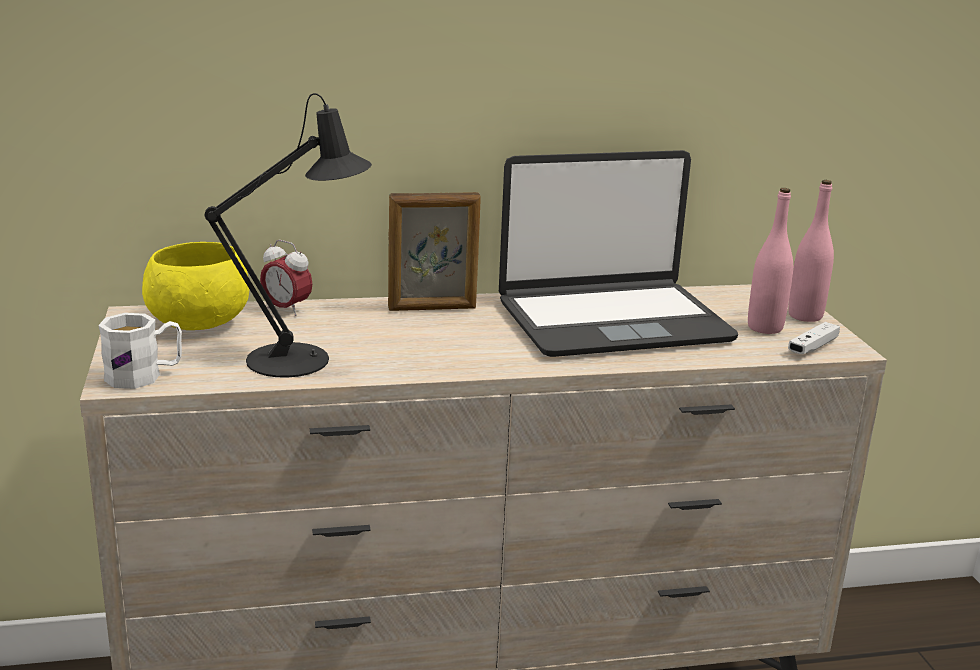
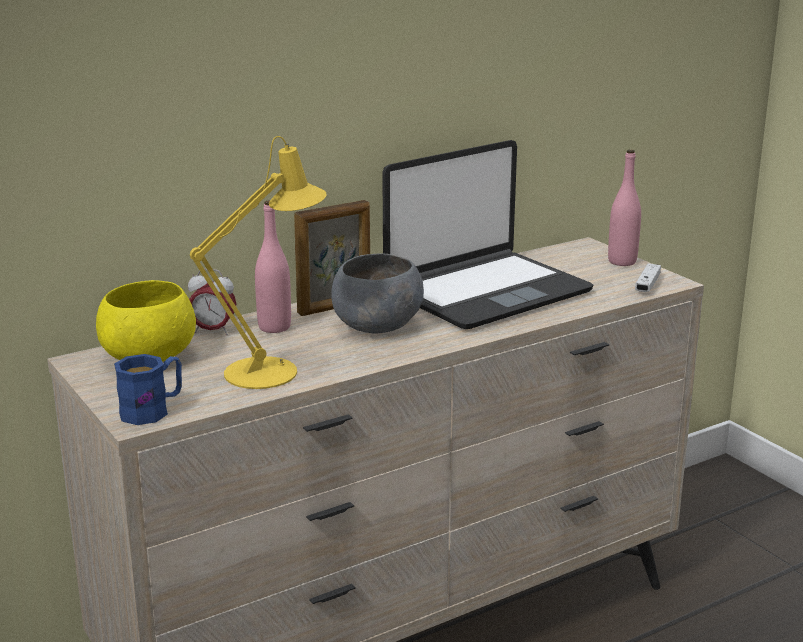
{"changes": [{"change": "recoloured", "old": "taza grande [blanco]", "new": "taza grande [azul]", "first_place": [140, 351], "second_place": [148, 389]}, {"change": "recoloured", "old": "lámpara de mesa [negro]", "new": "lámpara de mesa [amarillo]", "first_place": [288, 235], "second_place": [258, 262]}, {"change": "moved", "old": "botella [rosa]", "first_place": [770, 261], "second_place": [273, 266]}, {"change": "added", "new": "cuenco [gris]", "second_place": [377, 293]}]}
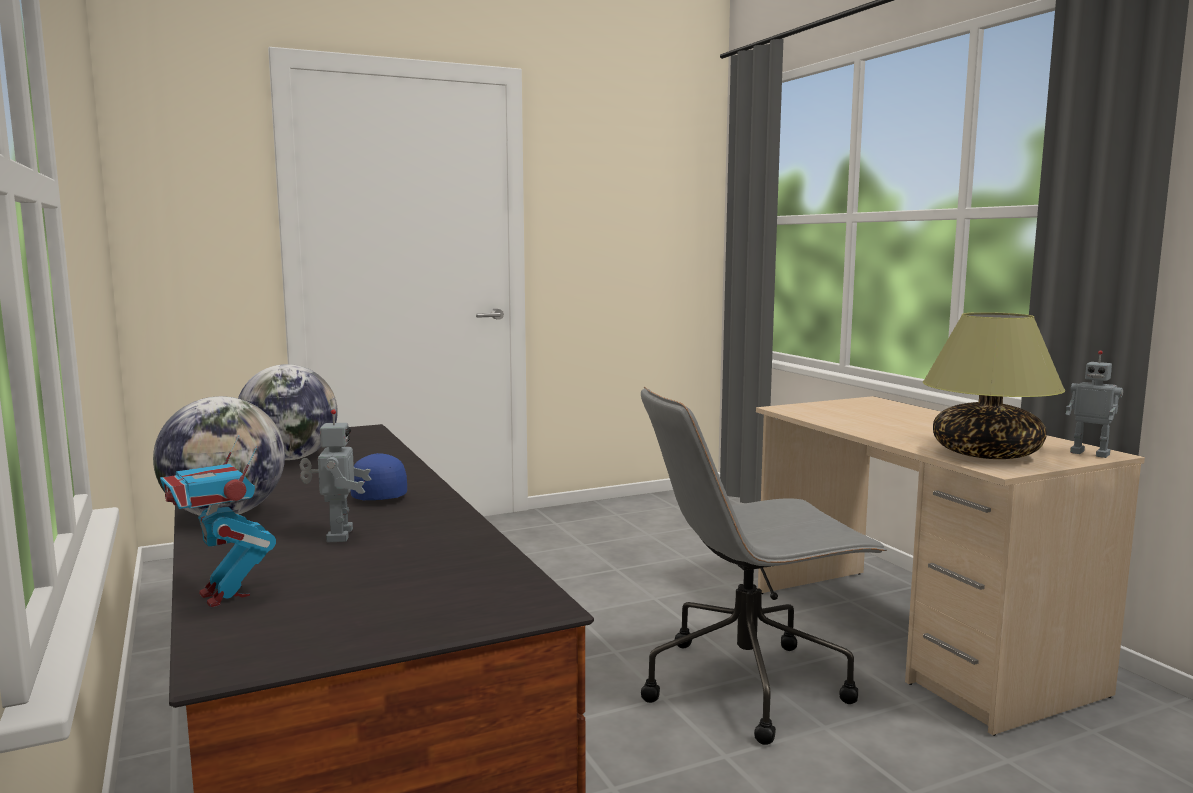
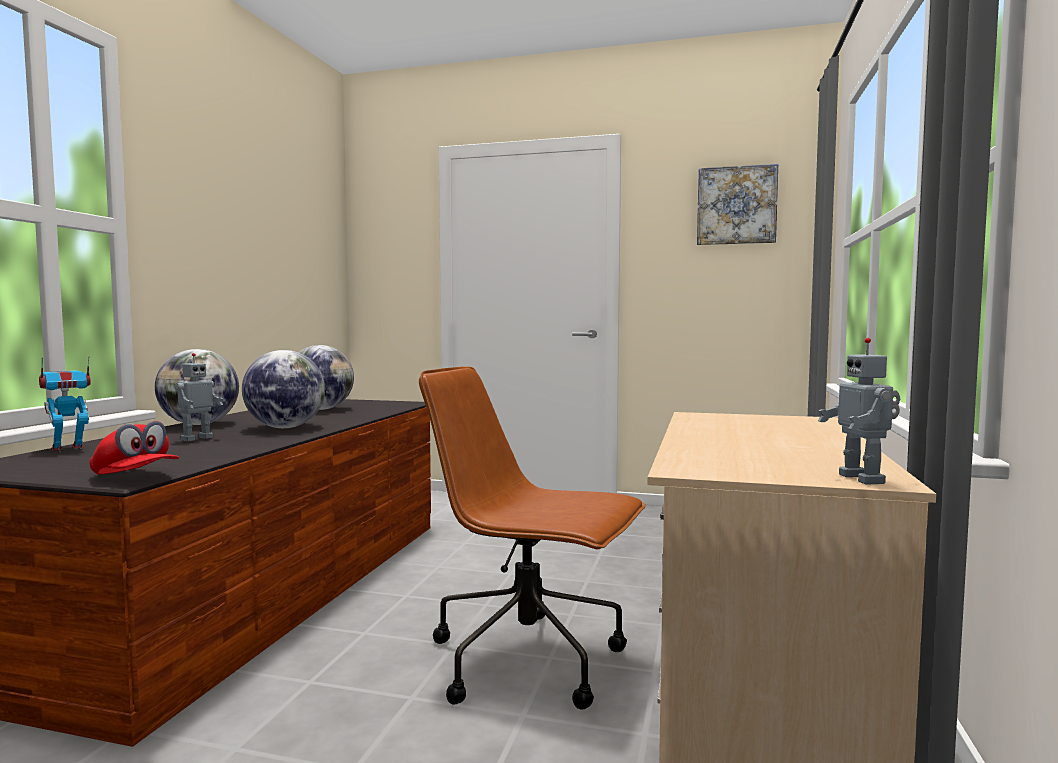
{"changes": [{"change": "turned", "old": "robot de juguete", "first_place": [218, 521], "second_place": [65, 404], "degrees": 45}, {"change": "added", "new": "gorra [rojo]", "second_place": [134, 447]}, {"change": "replaced", "old": "gorra [azul]", "new": "globo terráqueo", "first_place": [379, 476], "second_place": [283, 389]}, {"change": "recoloured", "old": "silla de oficina [gris]", "new": "silla de oficina [marrón]", "first_place": [764, 566], "second_place": [532, 537]}, {"change": "added", "new": "cuadro", "second_place": [737, 204]}, {"change": "removed", "old": "lámpara de mesa", "first_place": [994, 385]}]}
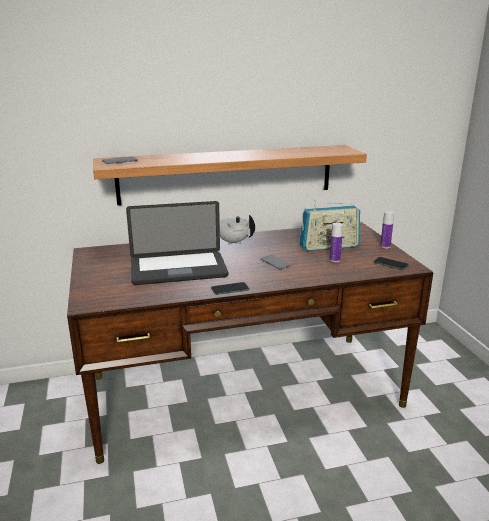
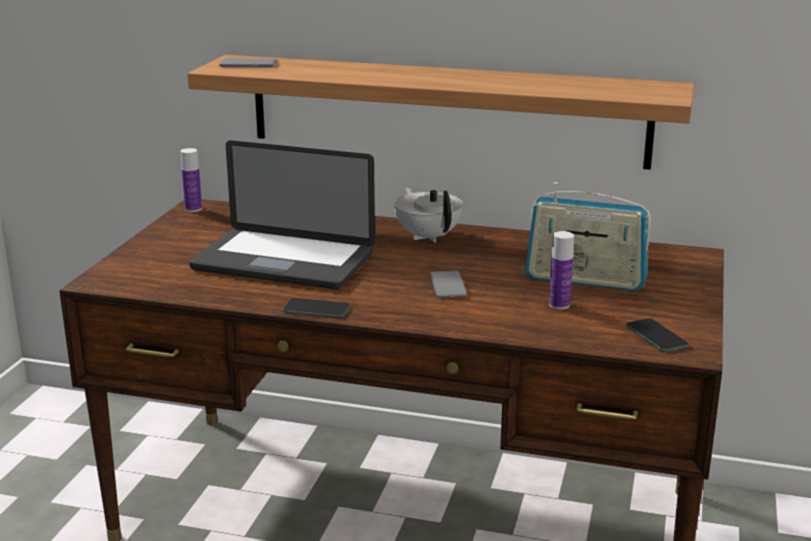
{"changes": [{"change": "moved", "old": "botella", "first_place": [387, 229], "second_place": [191, 180]}]}
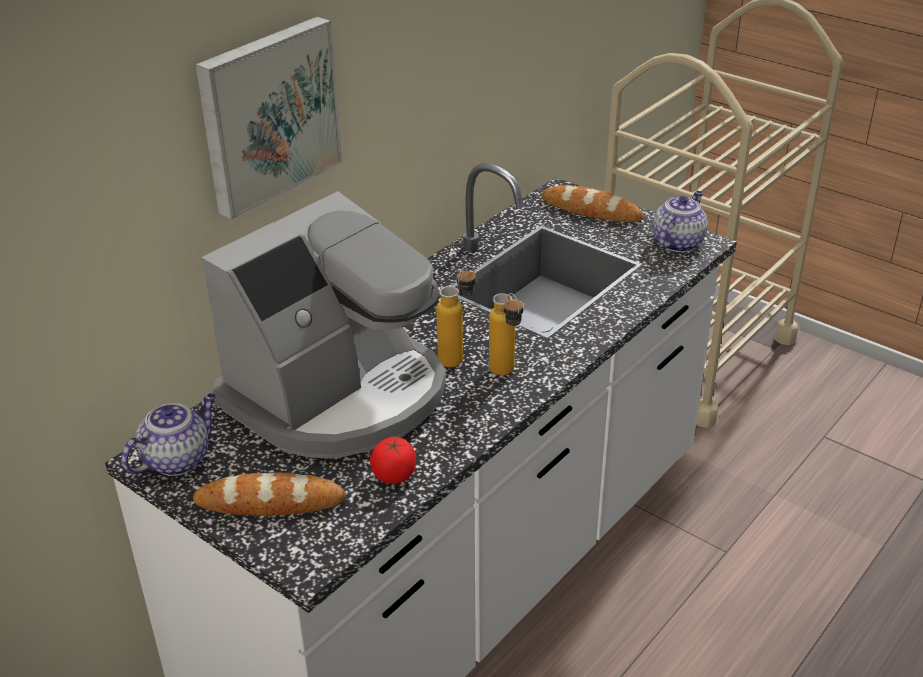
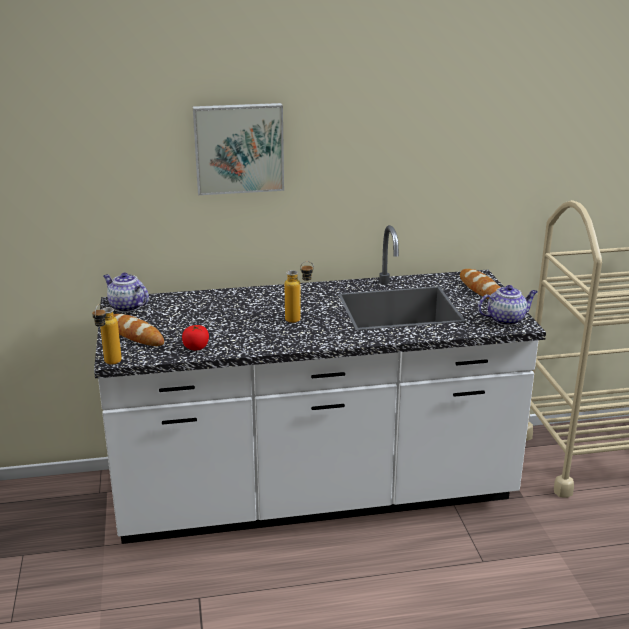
{"changes": [{"change": "moved", "old": "botella", "first_place": [506, 334], "second_place": [107, 334]}, {"change": "turned", "old": "tetera", "first_place": [169, 434], "second_place": [126, 292], "degrees": -135}, {"change": "removed", "old": "cafetera", "first_place": [323, 325]}]}
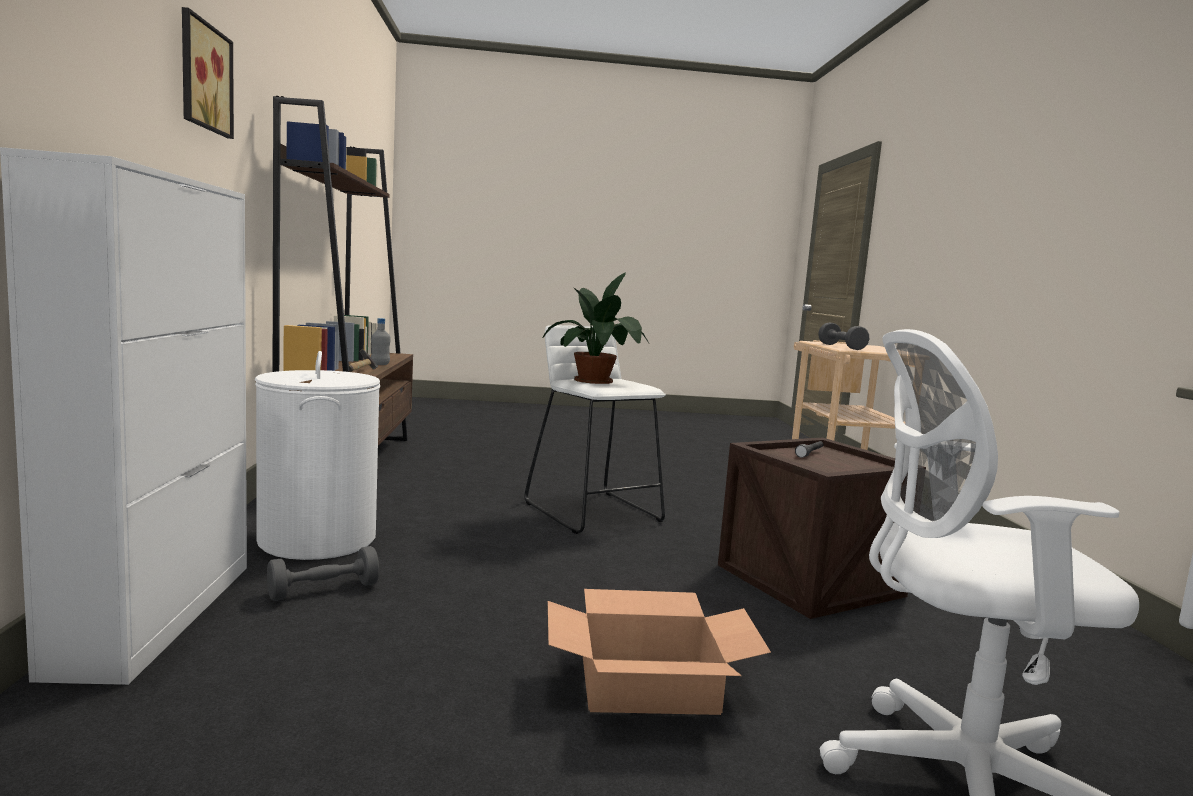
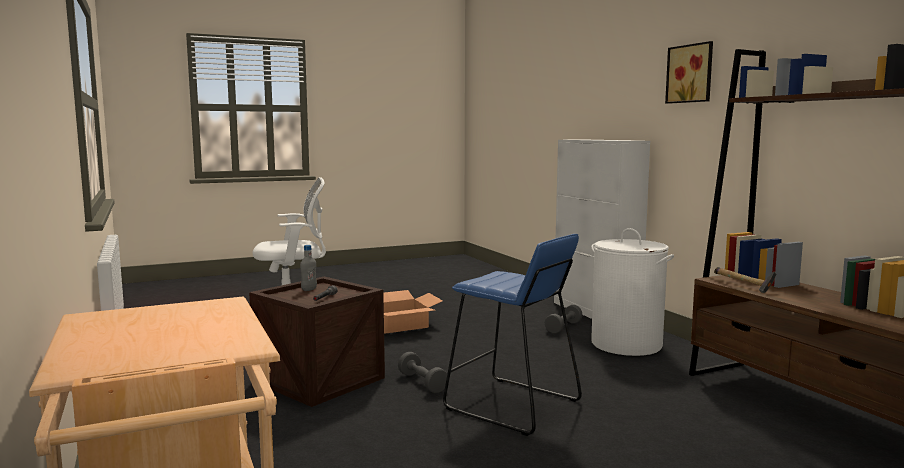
{"changes": [{"change": "moved", "old": "botella [gris]", "first_place": [380, 341], "second_place": [308, 268]}, {"change": "moved", "old": "mancuerna [gris]", "first_place": [843, 336], "second_place": [423, 372]}, {"change": "recoloured", "old": "taburete [blanco]", "new": "taburete [azul]", "first_place": [595, 429], "second_place": [512, 335]}, {"change": "removed", "old": "planta en maceta", "first_place": [595, 328]}]}
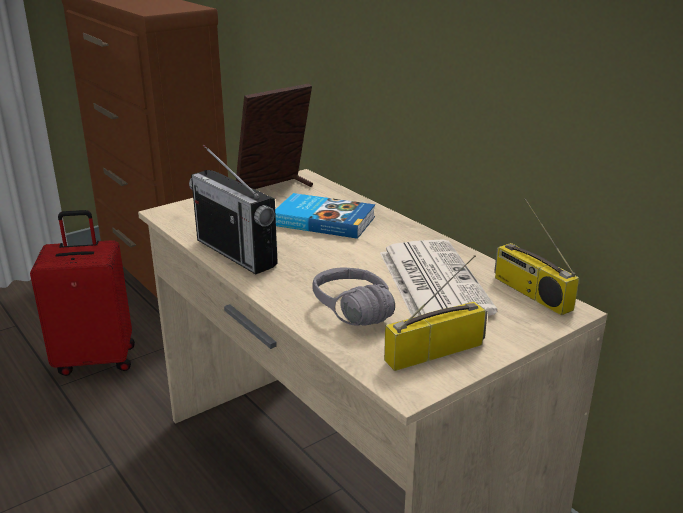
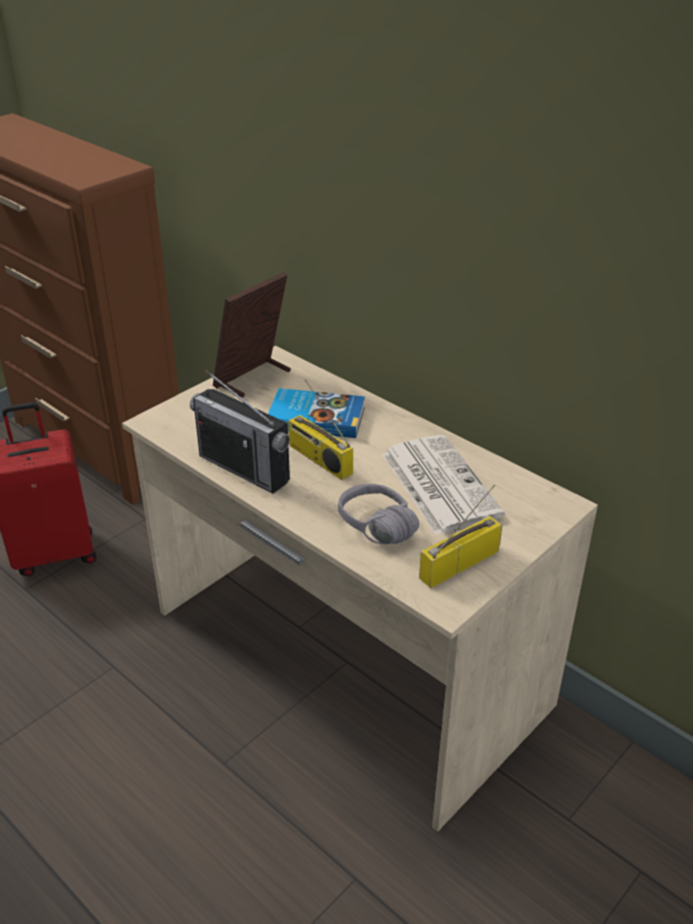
{"changes": [{"change": "moved", "old": "radio", "first_place": [536, 256], "second_place": [320, 429]}]}
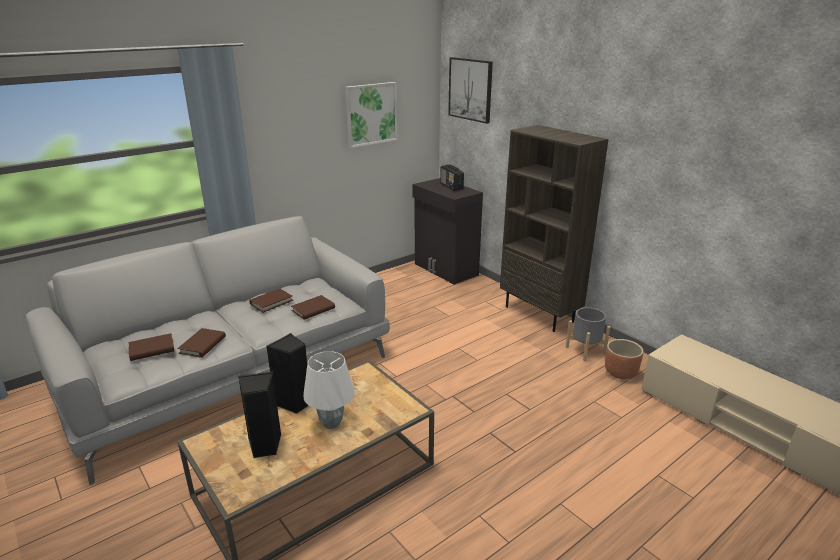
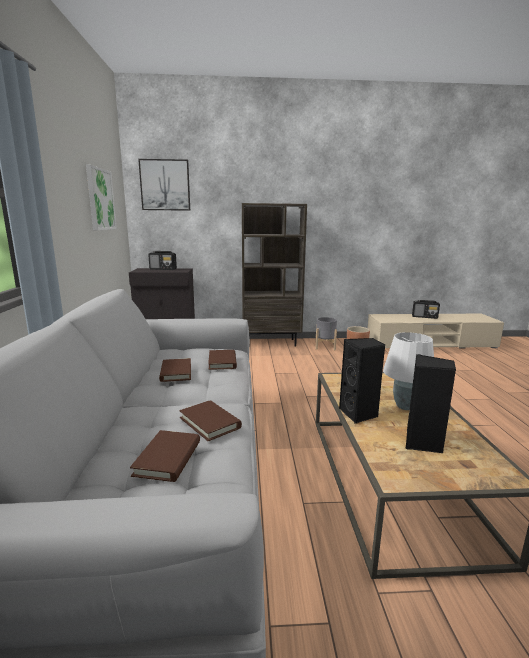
{"changes": [{"change": "added", "new": "radio", "second_place": [426, 309]}]}
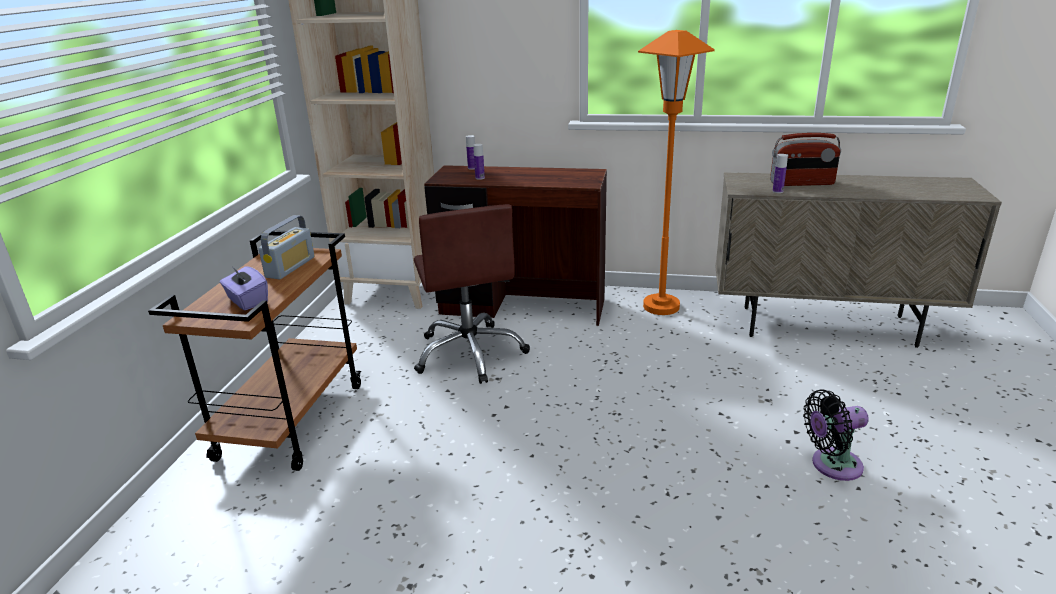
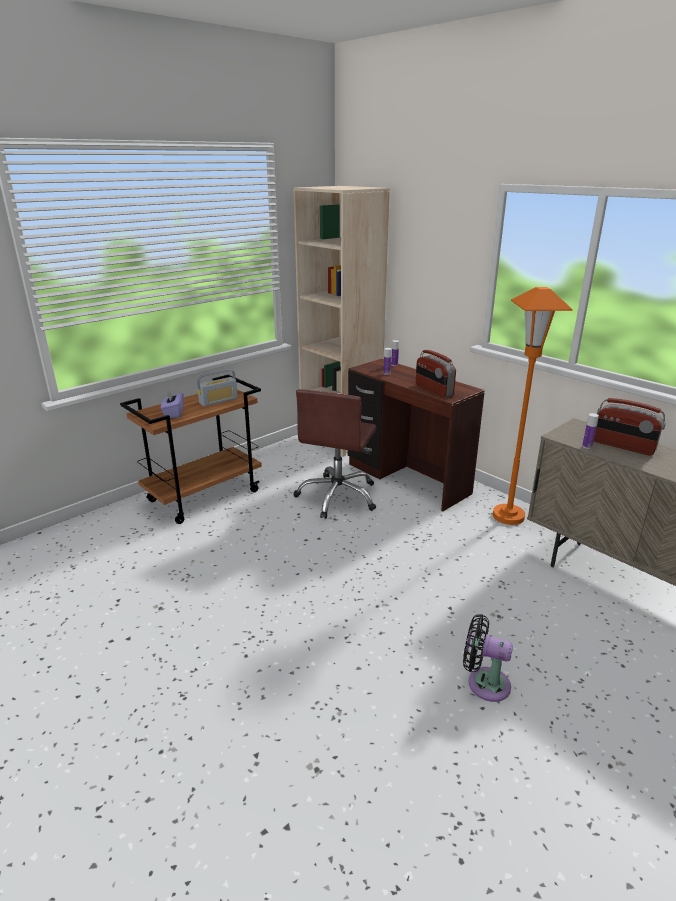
{"changes": [{"change": "added", "new": "radio", "second_place": [435, 374]}]}
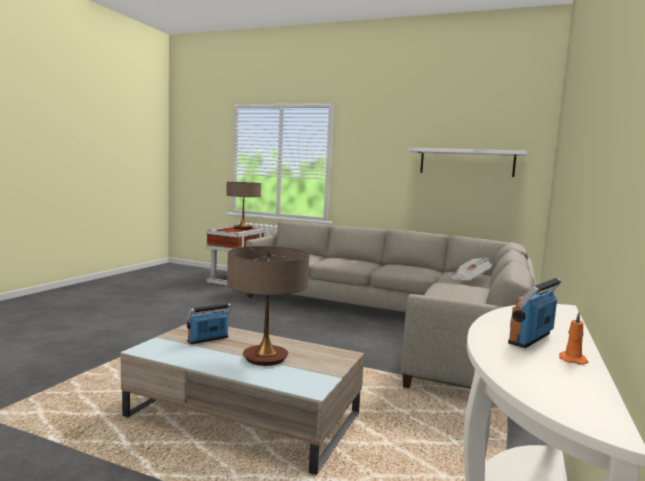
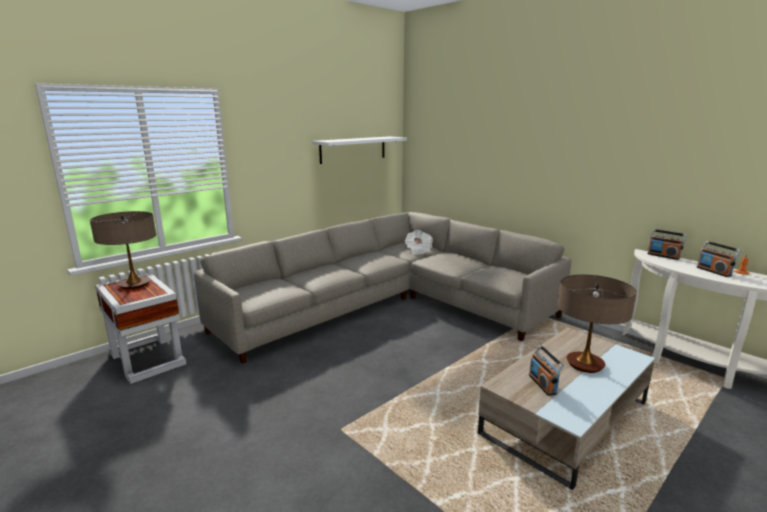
{"changes": [{"change": "added", "new": "radio", "second_place": [666, 244]}]}
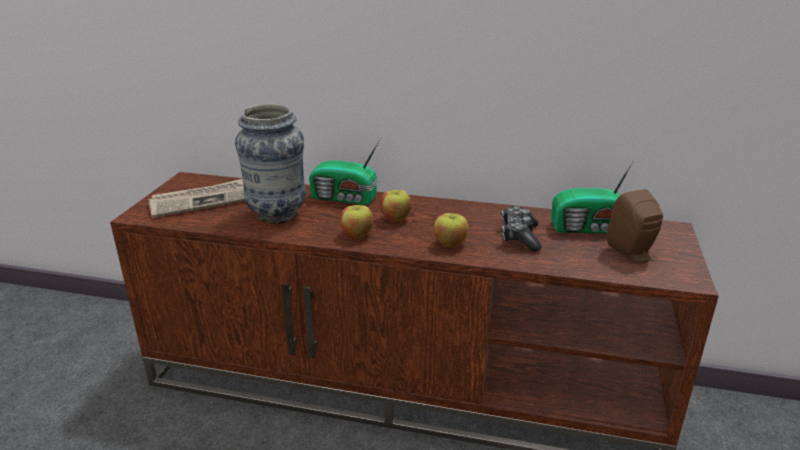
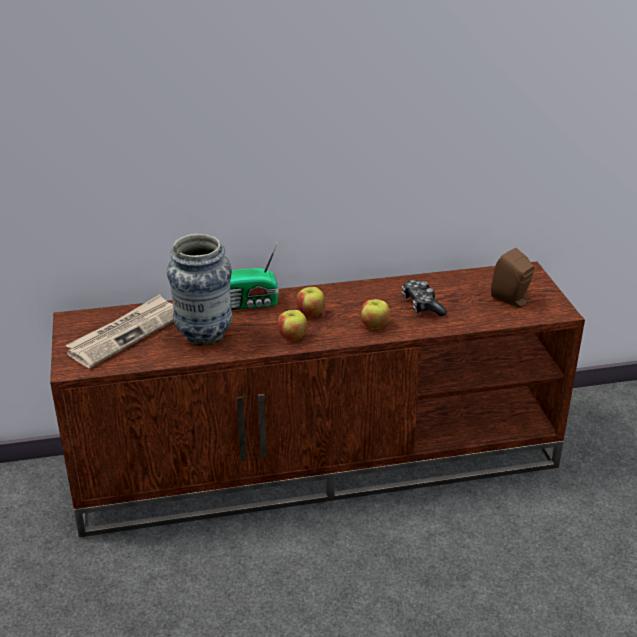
{"changes": [{"change": "removed", "old": "radio", "first_place": [593, 195]}]}
